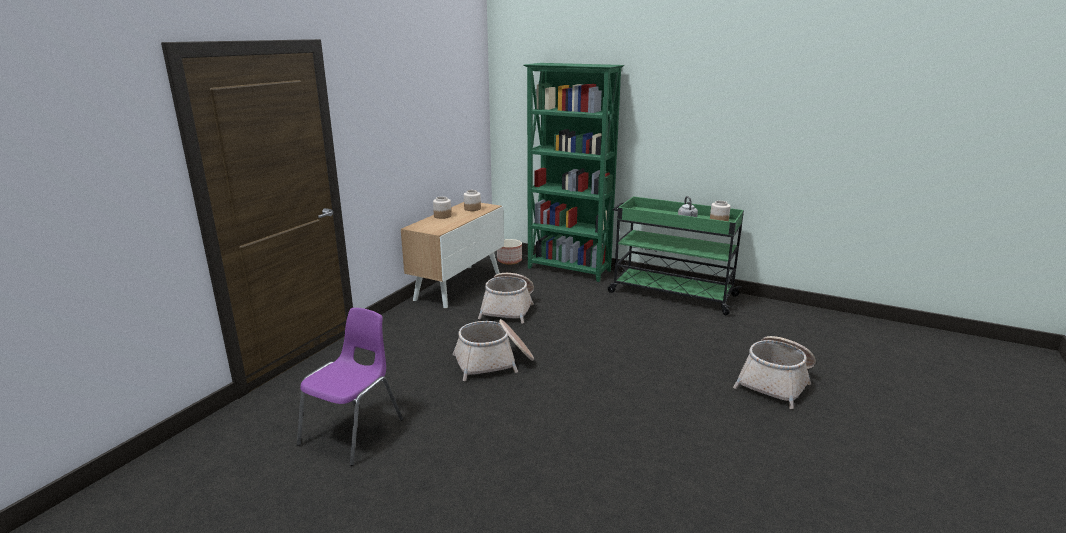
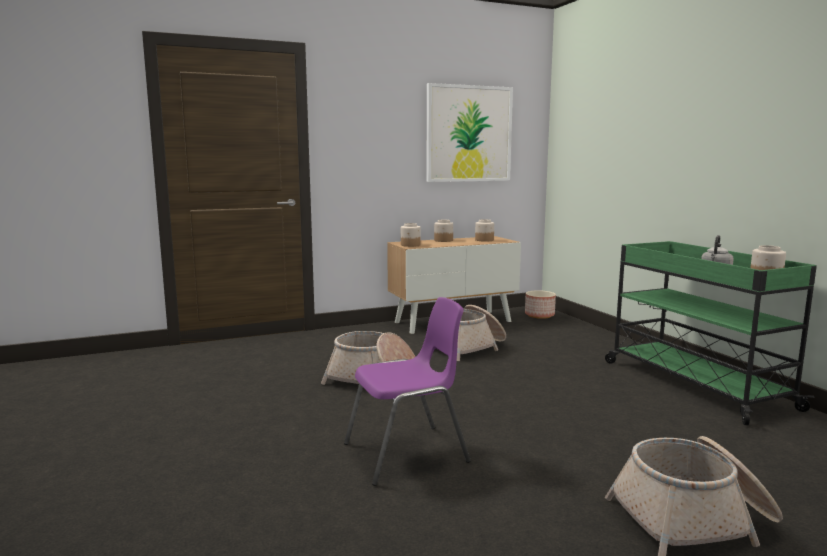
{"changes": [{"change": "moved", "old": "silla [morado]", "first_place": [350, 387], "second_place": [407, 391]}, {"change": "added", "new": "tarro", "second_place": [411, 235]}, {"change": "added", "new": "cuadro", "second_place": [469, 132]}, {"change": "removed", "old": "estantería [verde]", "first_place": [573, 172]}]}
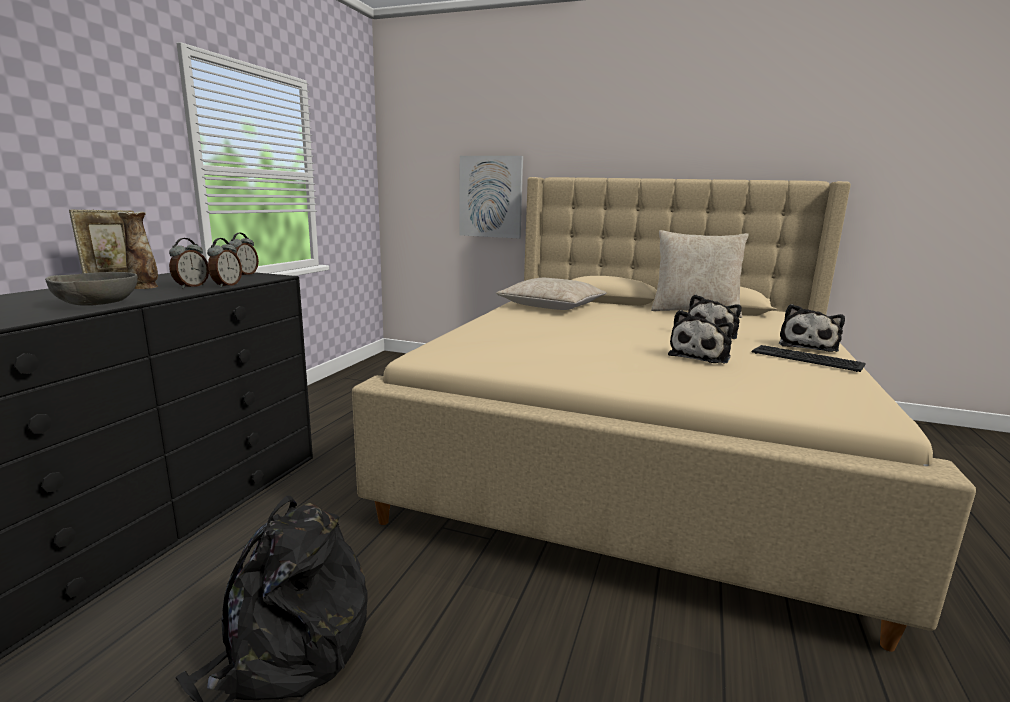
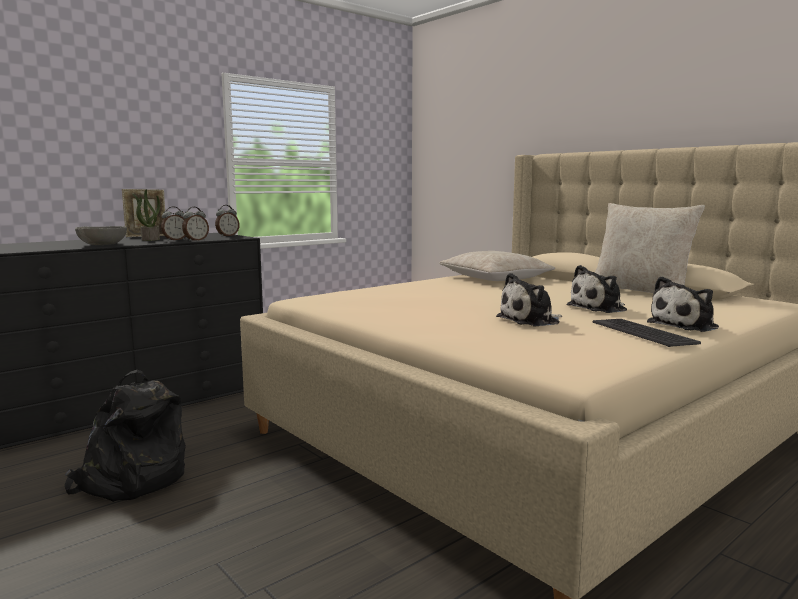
{"changes": [{"change": "replaced", "old": "florero", "new": "planta en maceta", "first_place": [137, 250], "second_place": [146, 215]}, {"change": "removed", "old": "cuadro", "first_place": [491, 197]}]}
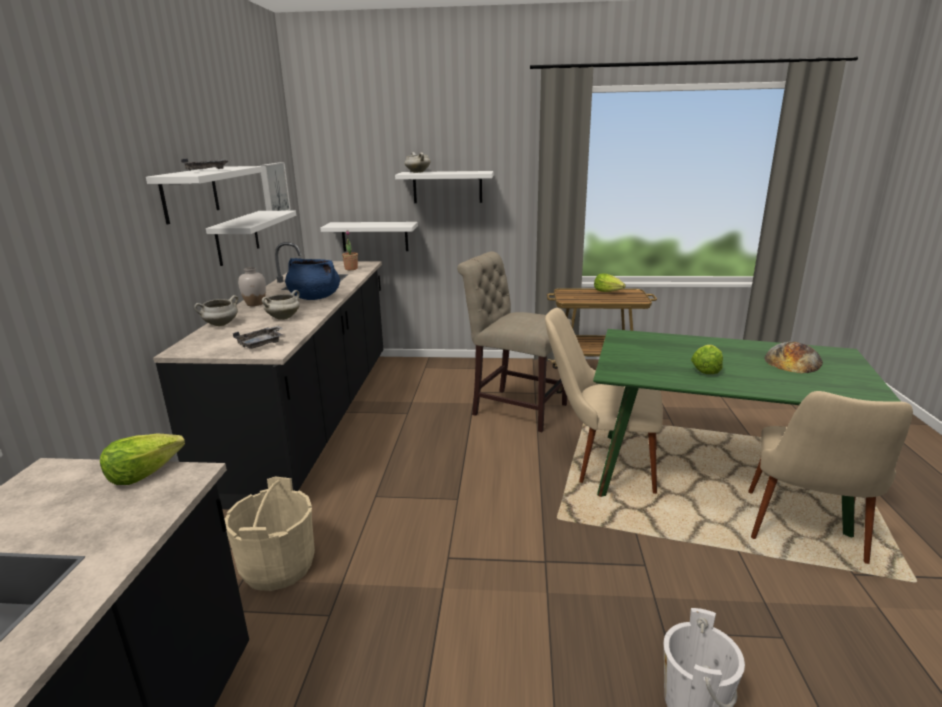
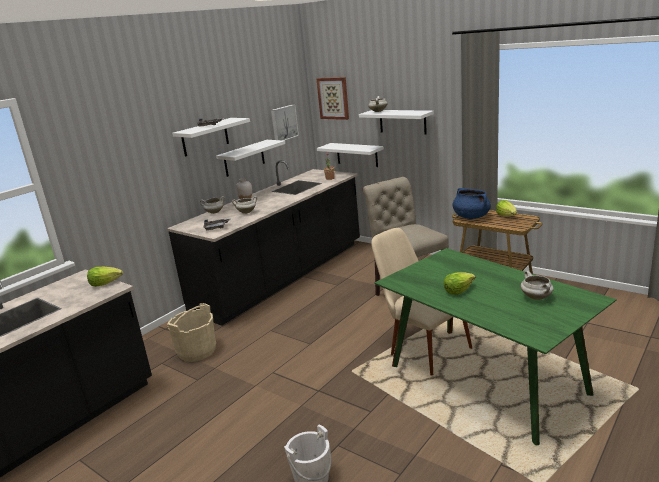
{"changes": [{"change": "added", "new": "cuadro", "second_place": [332, 98]}, {"change": "moved", "old": "olla [azul]", "first_place": [312, 279], "second_place": [472, 203]}, {"change": "replaced", "old": "pan", "new": "olla [blanco]", "first_place": [793, 357], "second_place": [537, 285]}, {"change": "removed", "old": "silla [beis]", "first_place": [830, 477]}]}
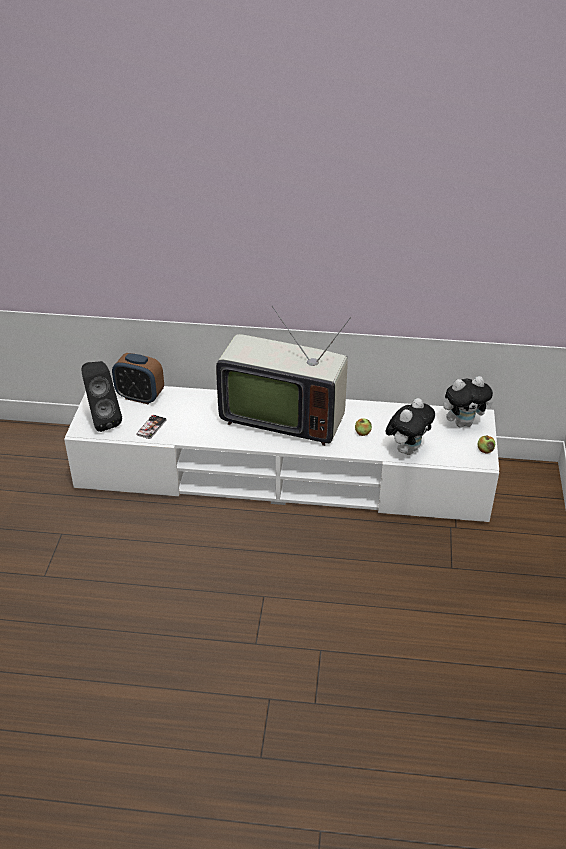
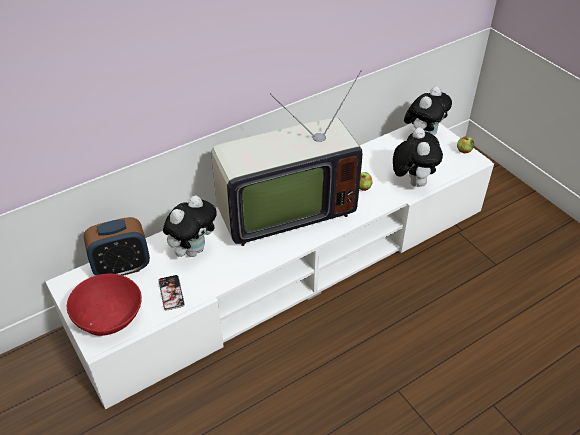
{"changes": [{"change": "replaced", "old": "altavoz [negro]", "new": "cuenco [rojo]", "first_place": [101, 396], "second_place": [104, 304]}, {"change": "added", "new": "peluche", "second_place": [190, 226]}]}
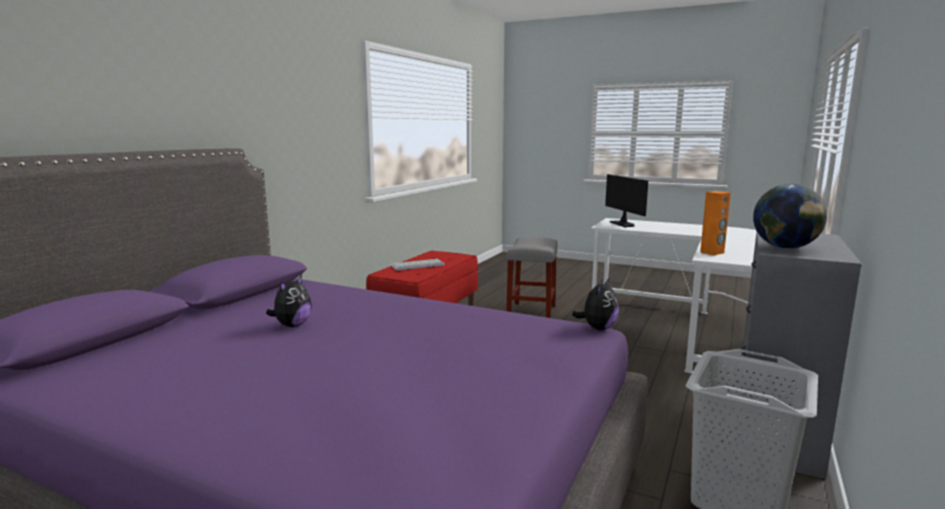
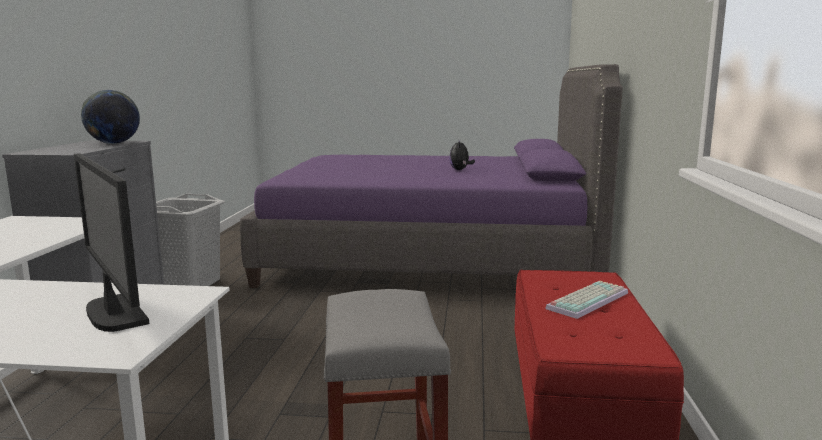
{"changes": [{"change": "removed", "old": "peluche", "first_place": [595, 304]}, {"change": "removed", "old": "altavoz [naranja]", "first_place": [715, 223]}]}
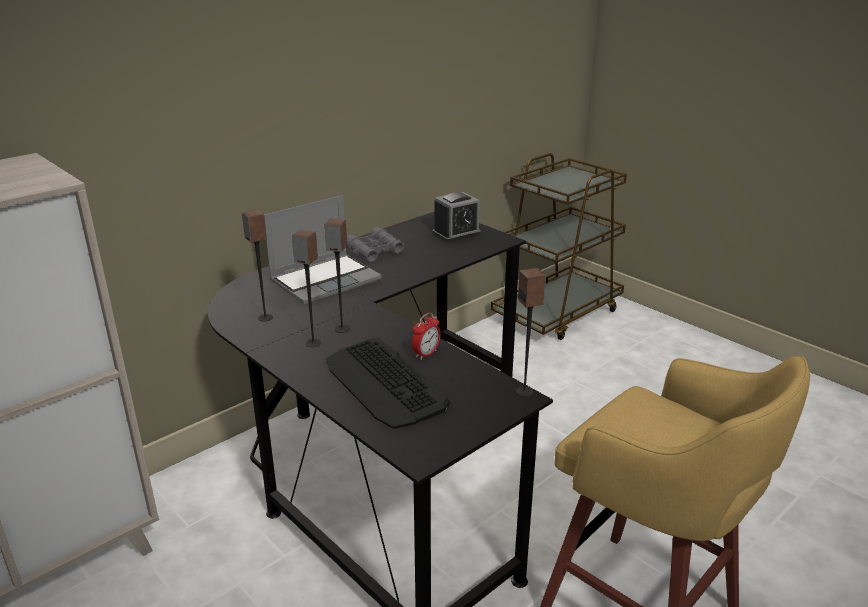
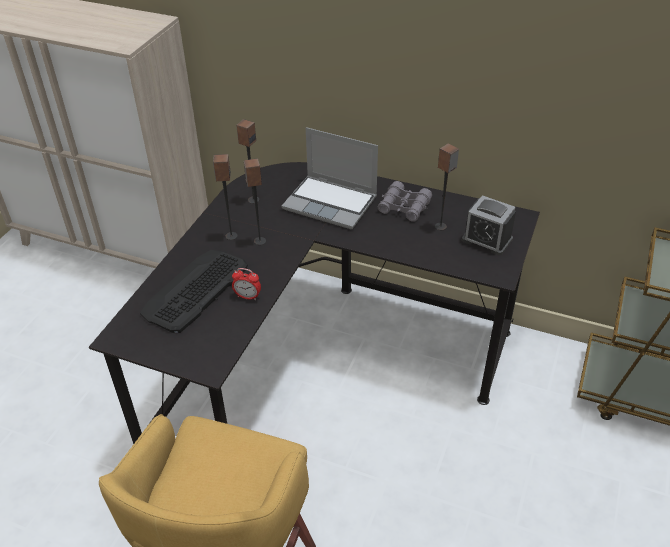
{"changes": [{"change": "moved", "old": "altavoz", "first_place": [531, 332], "second_place": [447, 187]}]}
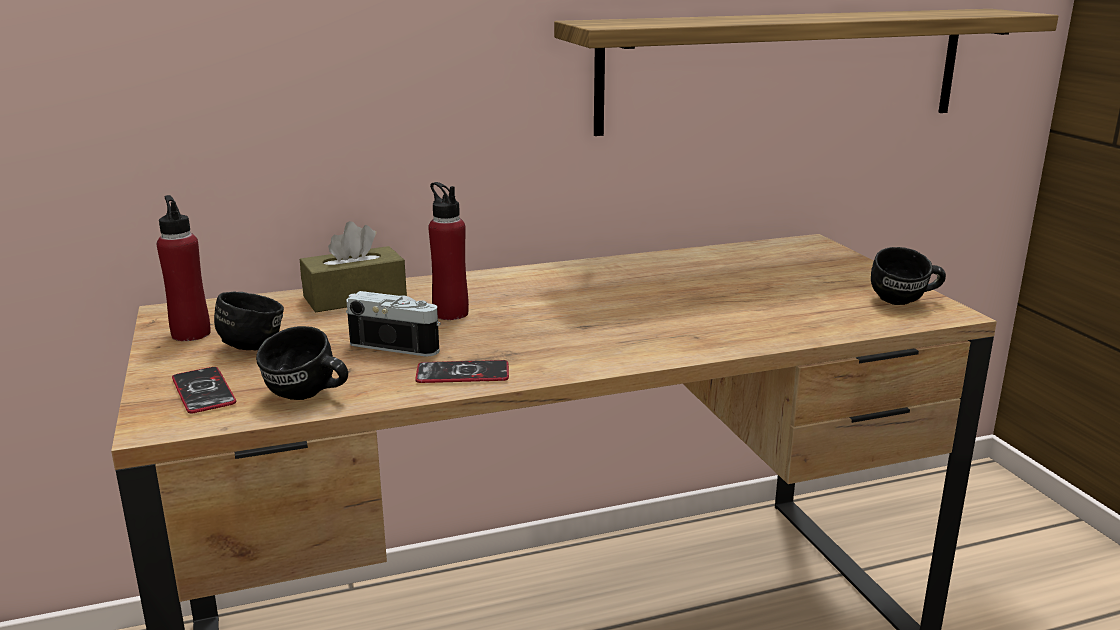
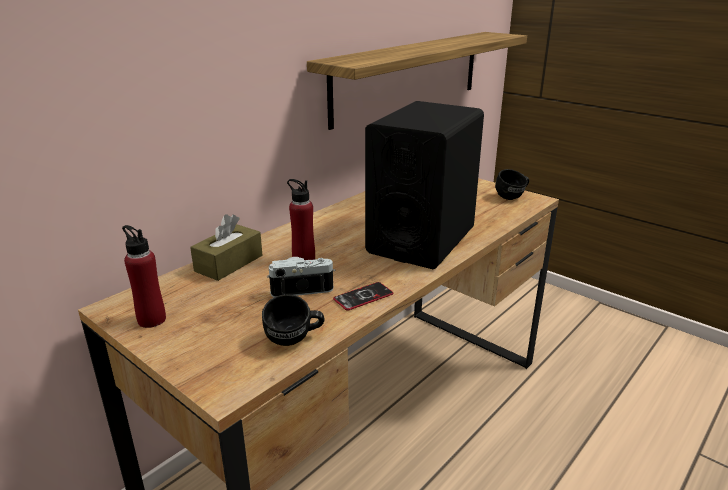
{"changes": [{"change": "added", "new": "altavoz [negro]", "second_place": [424, 185]}, {"change": "removed", "old": "móvil", "first_place": [204, 390]}, {"change": "removed", "old": "taza grande [negro]", "first_place": [249, 321]}]}
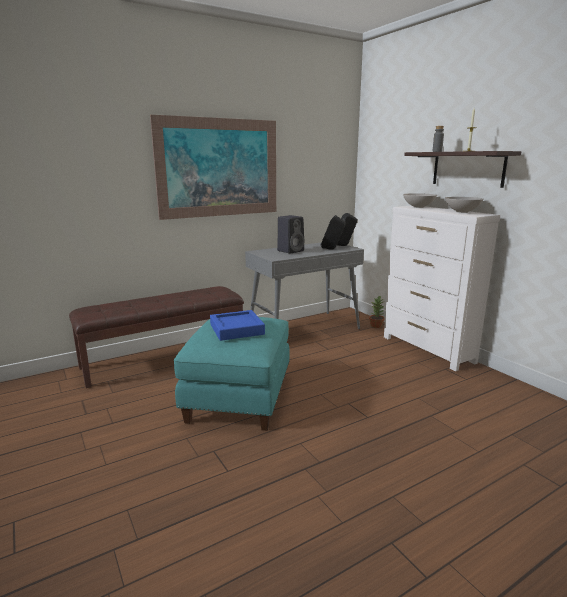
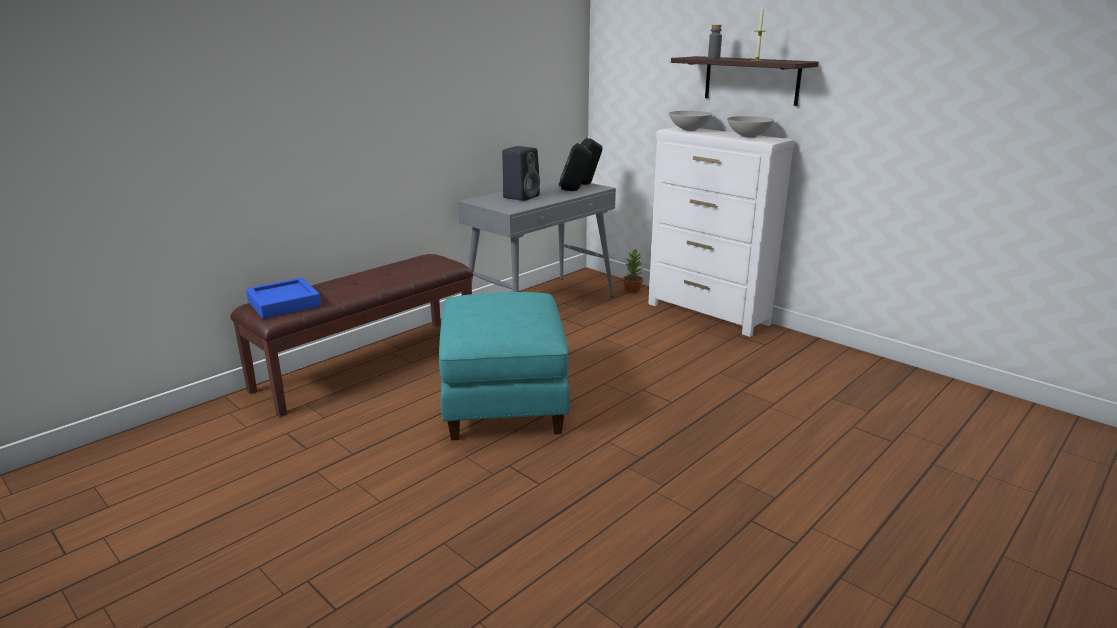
{"changes": [{"change": "moved", "old": "bandeja [azul]", "first_place": [237, 325], "second_place": [283, 298]}, {"change": "removed", "old": "cuadro", "first_place": [213, 167]}]}
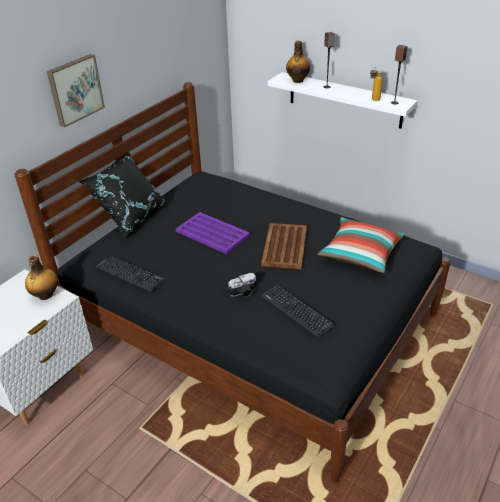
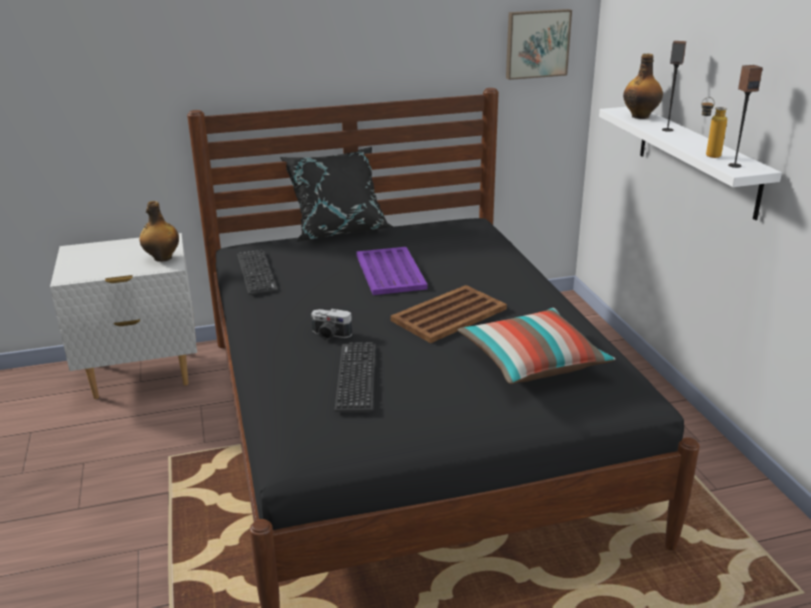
{"changes": [{"change": "moved", "old": "cuadro", "first_place": [76, 90], "second_place": [539, 44]}]}
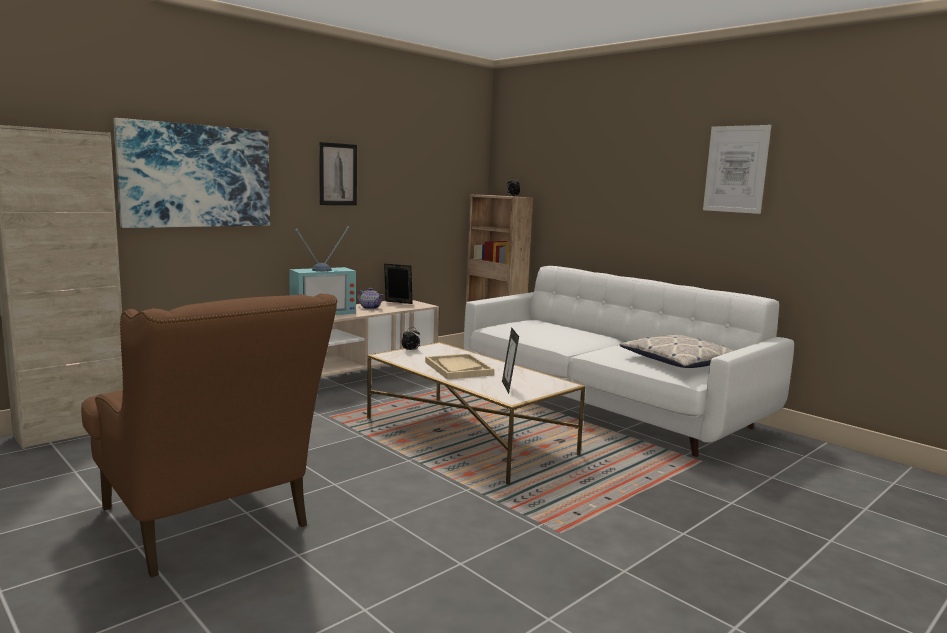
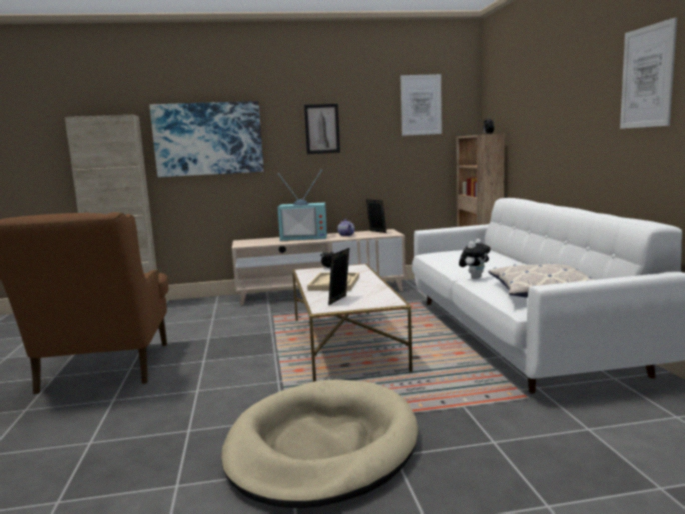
{"changes": [{"change": "added", "new": "cama para perro [beis]", "second_place": [319, 443]}, {"change": "added", "new": "cuadro", "second_place": [421, 105]}, {"change": "added", "new": "peluche", "second_place": [475, 259]}]}
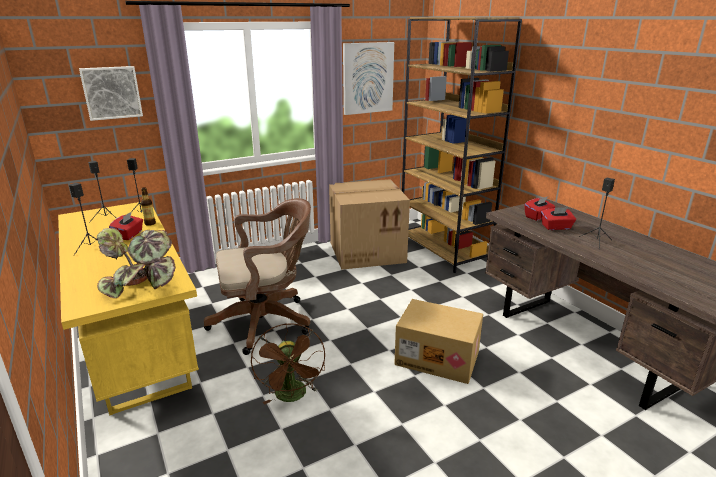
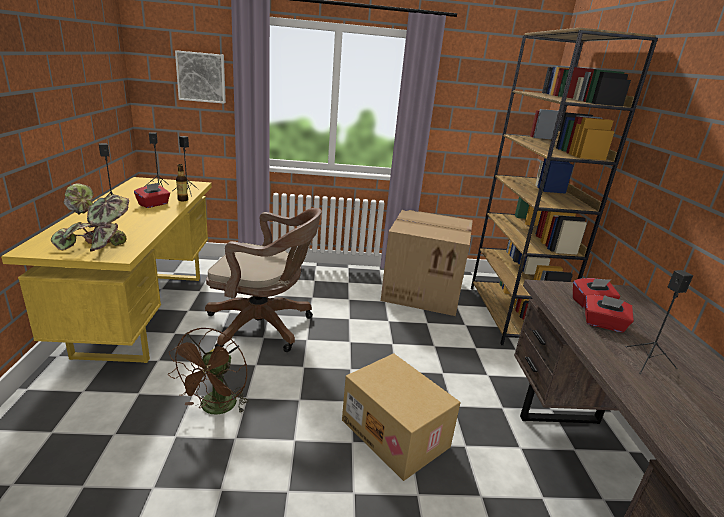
{"changes": [{"change": "removed", "old": "cuadro", "first_place": [368, 78]}]}
